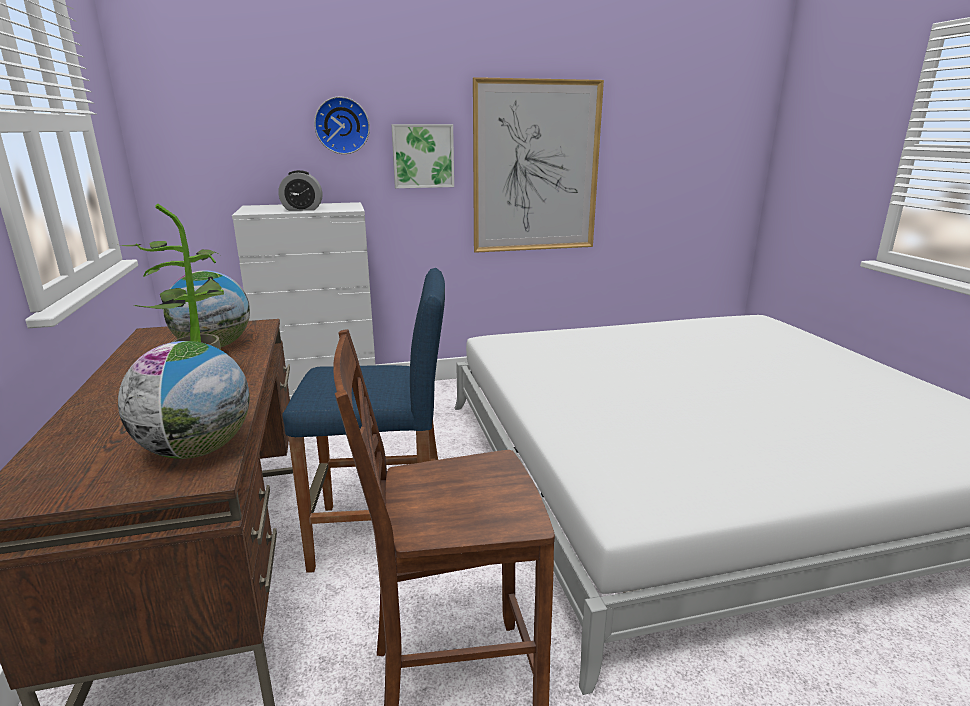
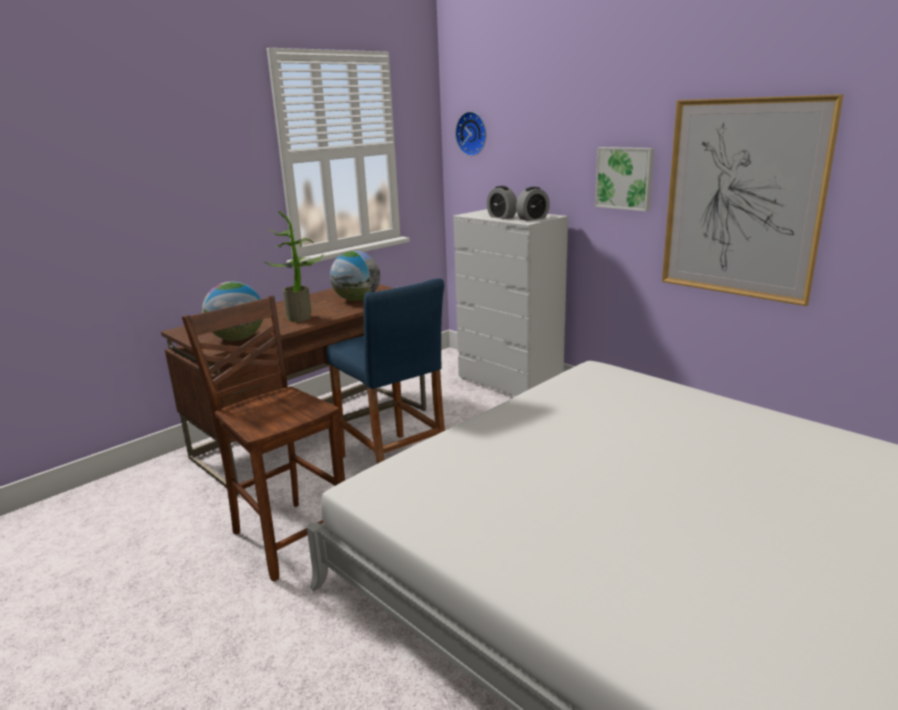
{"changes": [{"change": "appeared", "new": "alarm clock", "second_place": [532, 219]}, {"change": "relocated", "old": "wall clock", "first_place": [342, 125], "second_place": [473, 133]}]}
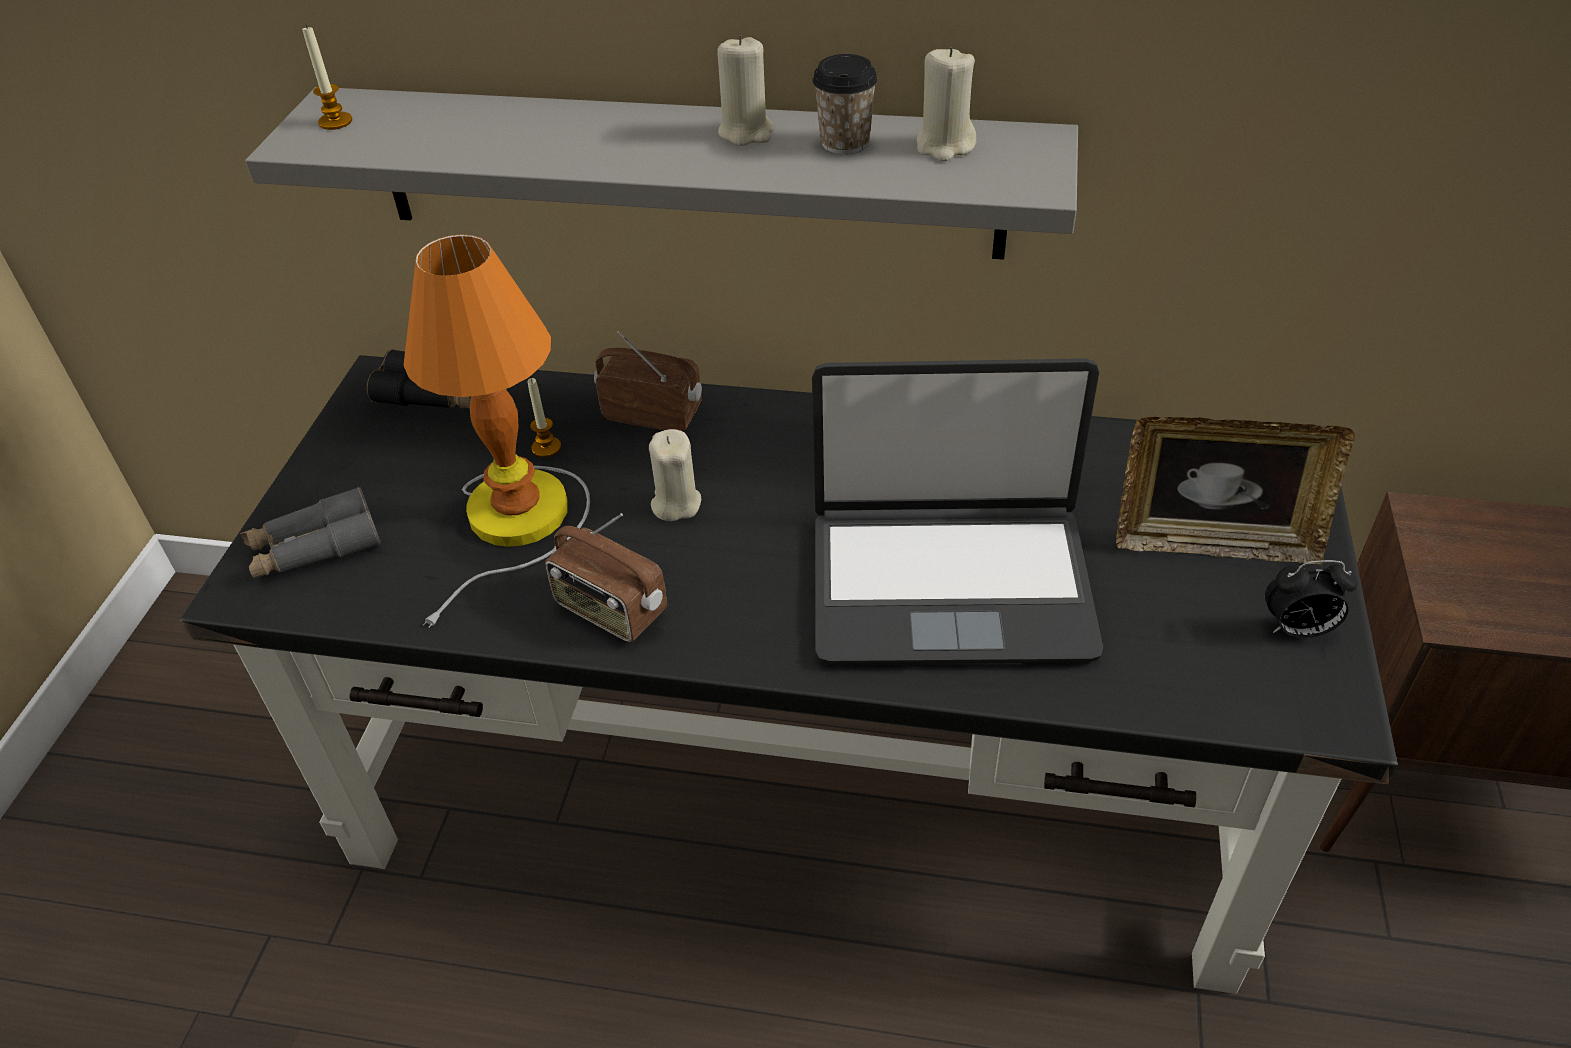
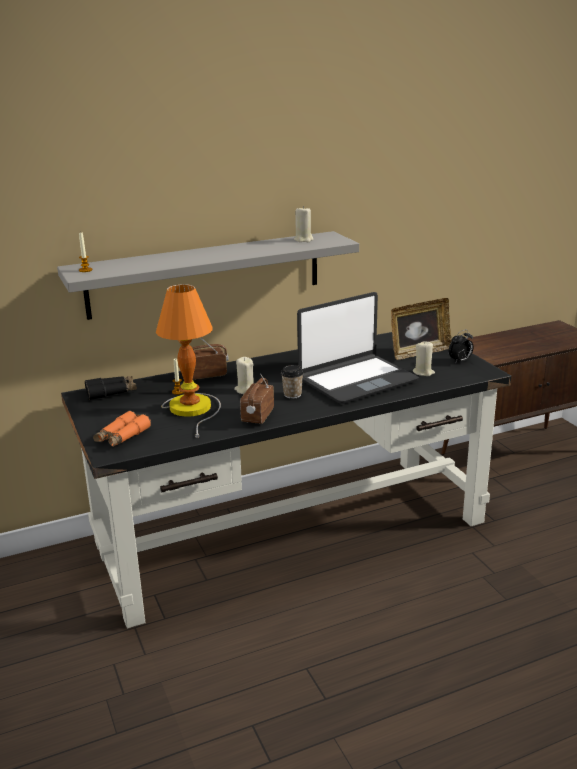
{"changes": [{"change": "relocated", "old": "beige candle", "first_place": [746, 132], "second_place": [423, 372]}, {"change": "relocated", "old": "cup", "first_place": [845, 143], "second_place": [292, 395]}, {"change": "colour", "old": "grey binoculars", "new": "orange binoculars", "first_place": [315, 548], "second_place": [122, 436]}, {"change": "spun", "old": "radio", "first_place": [610, 610], "second_place": [257, 416], "degrees": 105}]}
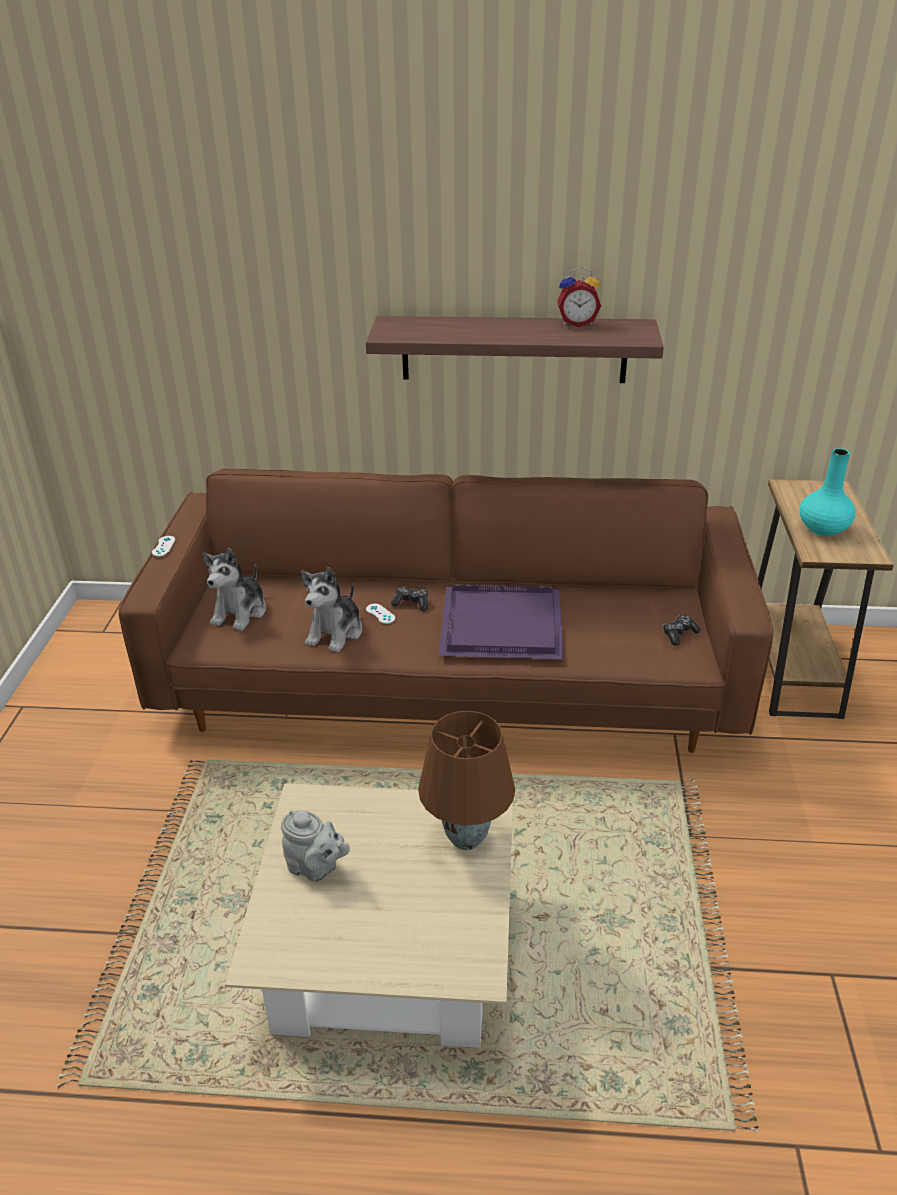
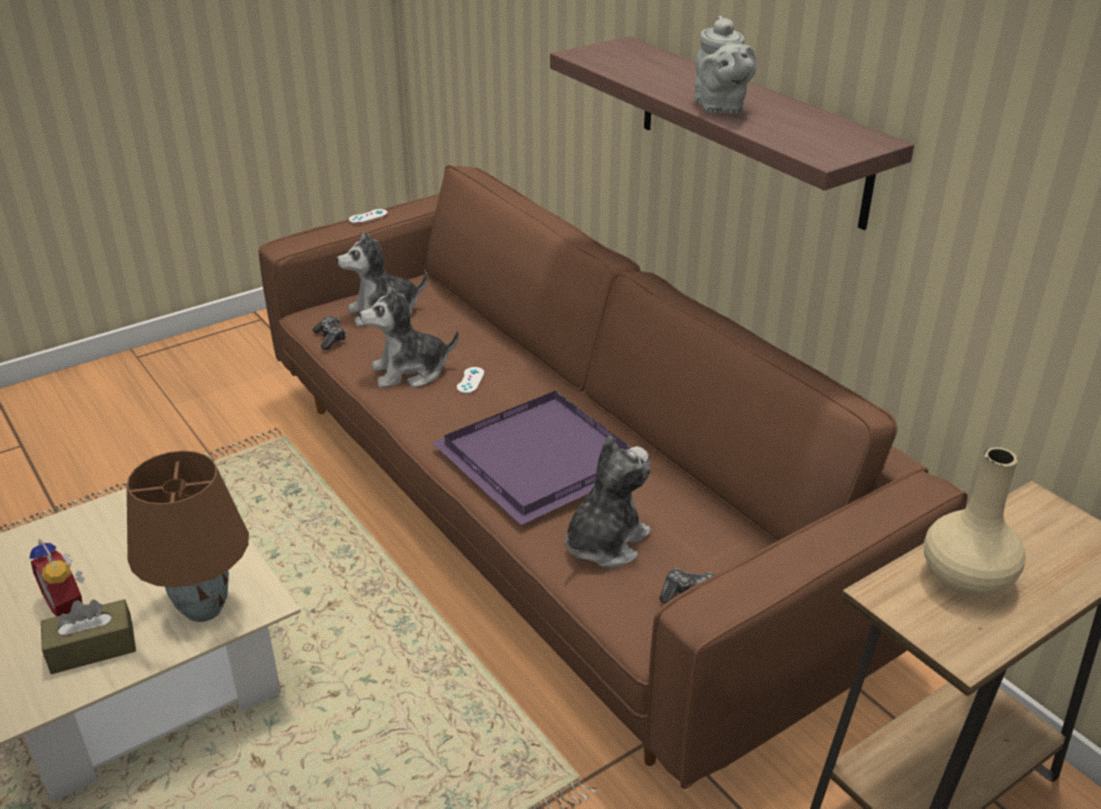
{"changes": [{"change": "appeared", "new": "brown tissue box", "second_place": [92, 648]}, {"change": "appeared", "new": "plush toy", "second_place": [604, 543]}, {"change": "relocated", "old": "grey teapot", "first_place": [316, 868], "second_place": [720, 107]}, {"change": "relocated", "old": "game controller", "first_place": [411, 603], "second_place": [330, 338]}, {"change": "relocated", "old": "alarm clock", "first_place": [577, 323], "second_place": [69, 604]}, {"change": "colour", "old": "turquoise vase", "new": "beige vase", "first_place": [823, 528], "second_place": [967, 578]}]}
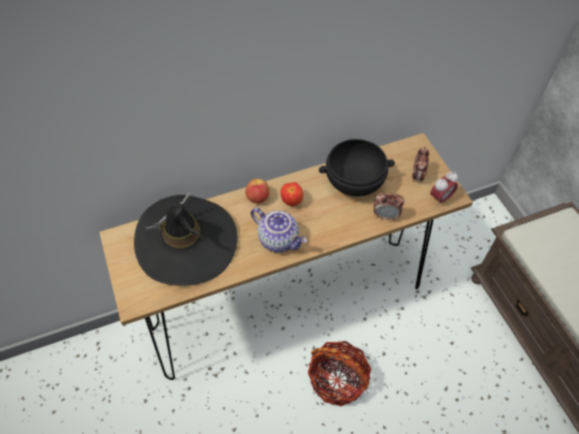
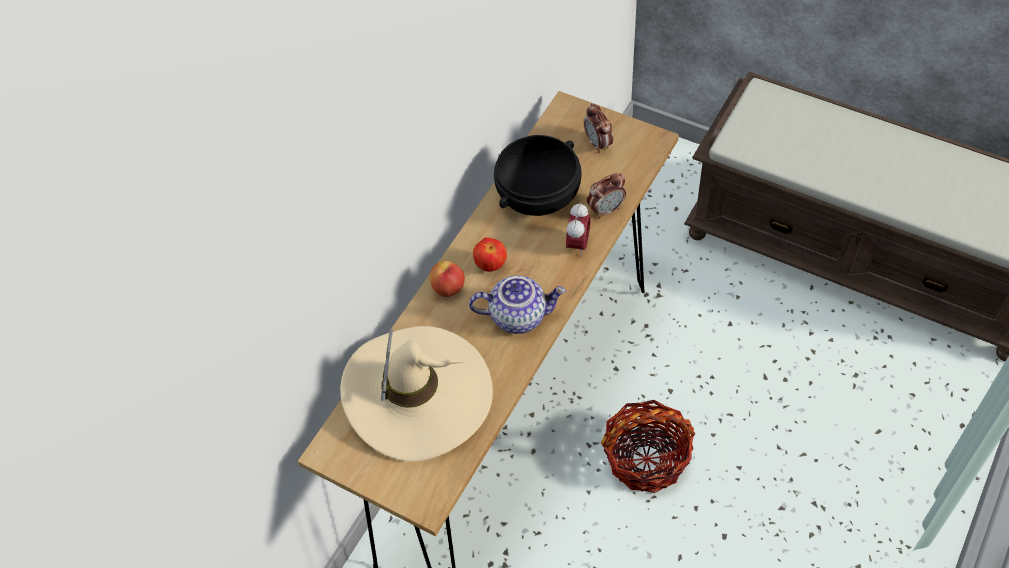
{"changes": [{"change": "relocated", "old": "alarm clock", "first_place": [440, 198], "second_place": [578, 244]}, {"change": "colour", "old": "black hat", "new": "beige hat", "first_place": [186, 242], "second_place": [418, 394]}]}
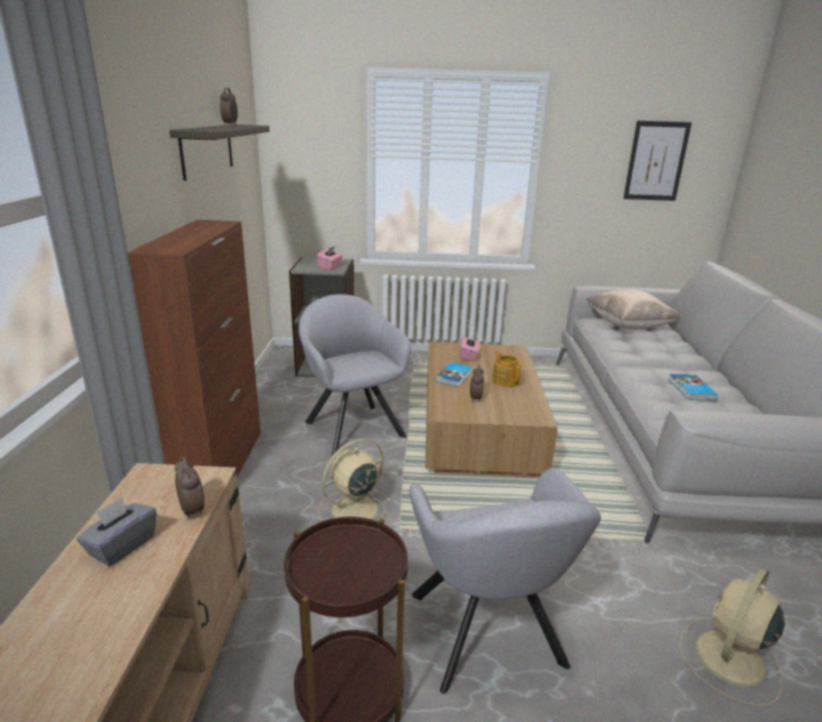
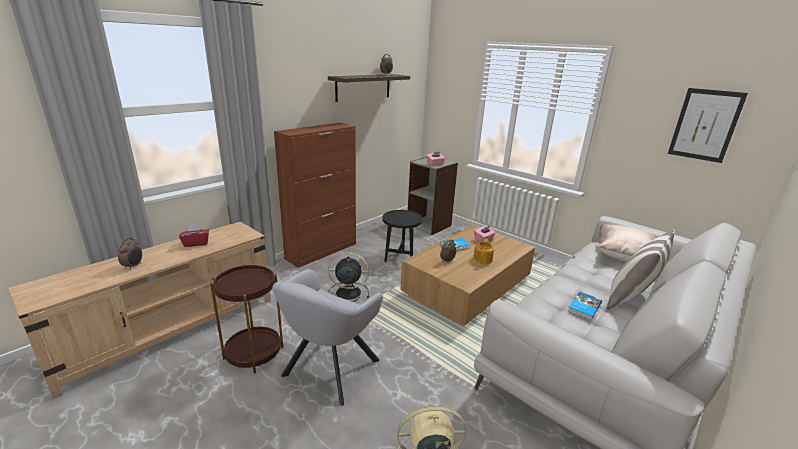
{"changes": [{"change": "appeared", "new": "pillow", "second_place": [630, 299]}, {"change": "relocated", "old": "alarm clock", "first_place": [193, 511], "second_place": [133, 266]}, {"change": "exchanged", "old": "grey armchair", "new": "black side table", "first_place": [352, 426], "second_place": [400, 258]}, {"change": "colour", "old": "grey tissue box", "new": "red tissue box", "first_place": [122, 546], "second_place": [196, 243]}, {"change": "colour", "old": "beige fan", "new": "black fan", "first_place": [352, 510], "second_place": [347, 293]}]}
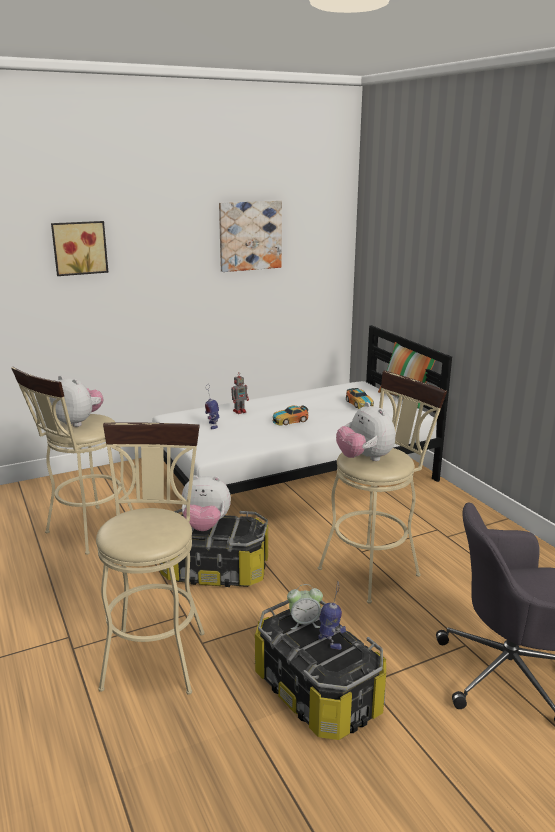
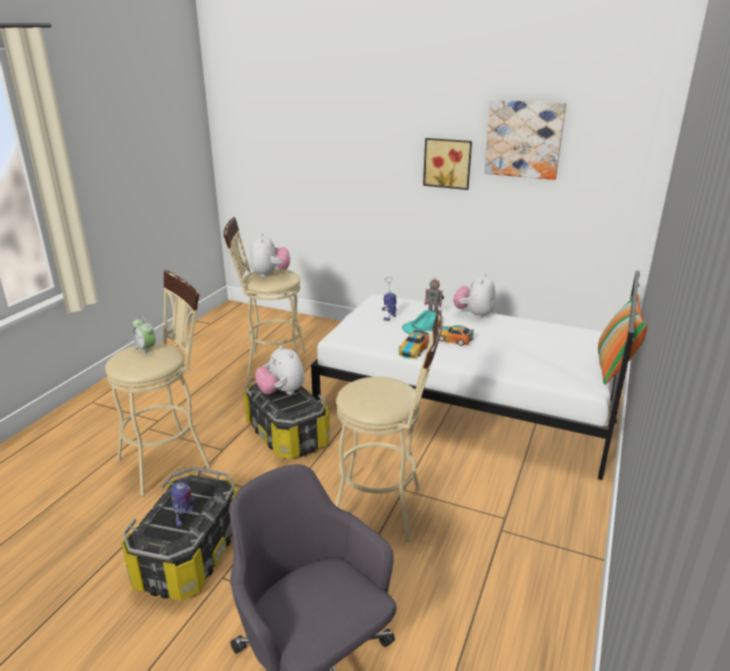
{"changes": [{"change": "appeared", "new": "turquoise cap", "second_place": [421, 328]}, {"change": "relocated", "old": "picture", "first_place": [79, 248], "second_place": [447, 163]}, {"change": "relocated", "old": "alarm clock", "first_place": [304, 623], "second_place": [146, 349]}, {"change": "relocated", "old": "plush toy", "first_place": [365, 458], "second_place": [474, 314]}, {"change": "relocated", "old": "toy car", "first_place": [359, 404], "second_place": [413, 350]}]}
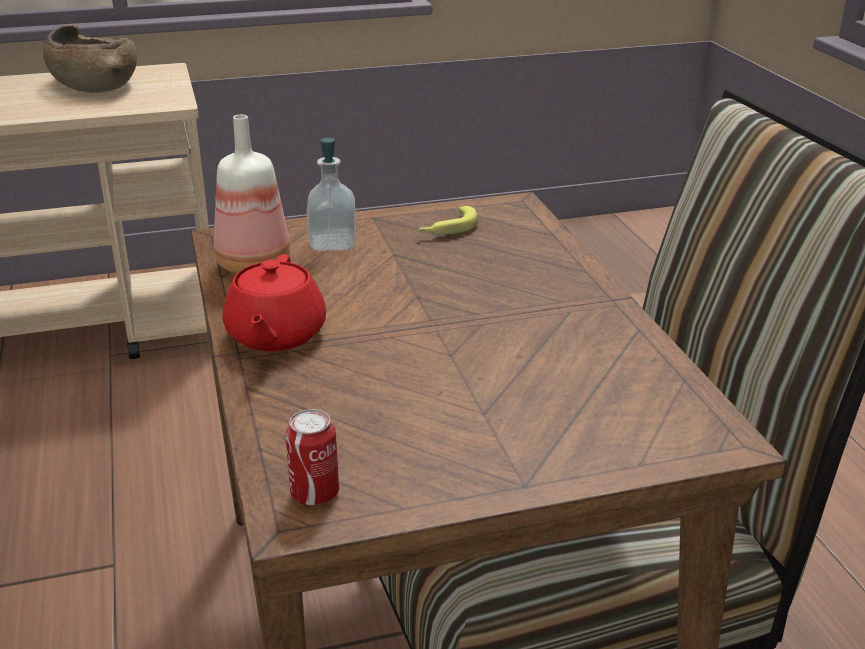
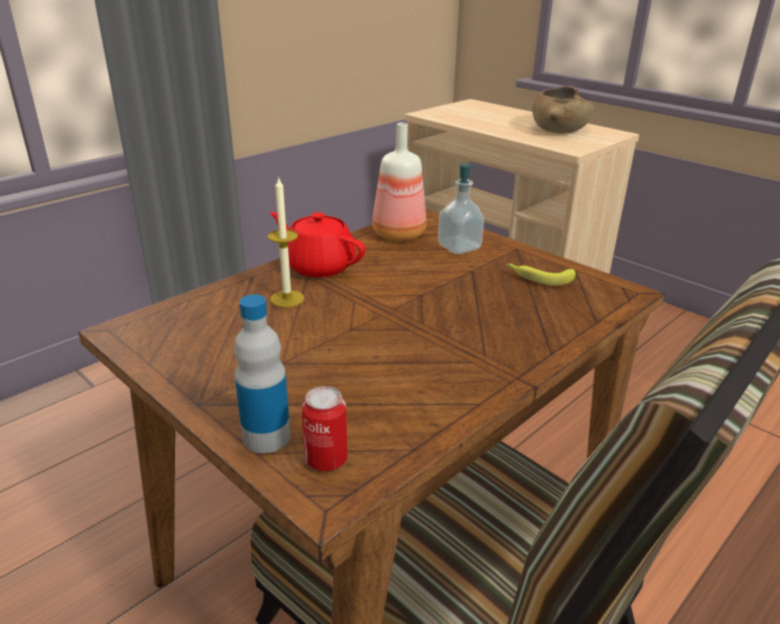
{"changes": [{"change": "appeared", "new": "bottle", "second_place": [266, 437]}, {"change": "appeared", "new": "candle", "second_place": [287, 299]}, {"change": "relocated", "old": "can", "first_place": [315, 493], "second_place": [326, 459]}, {"change": "spun", "old": "red teapot", "first_place": [275, 335], "second_place": [318, 266], "degrees": 60}]}
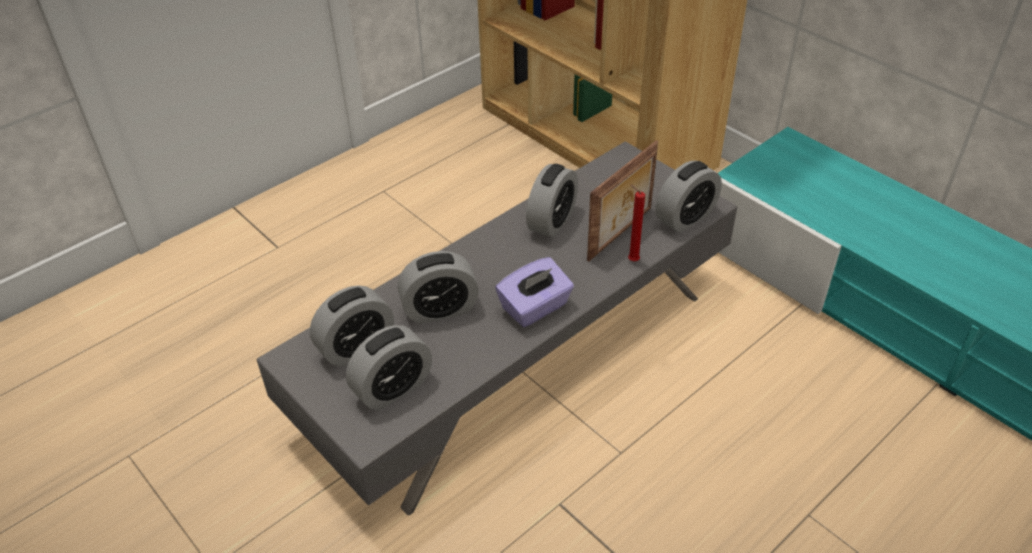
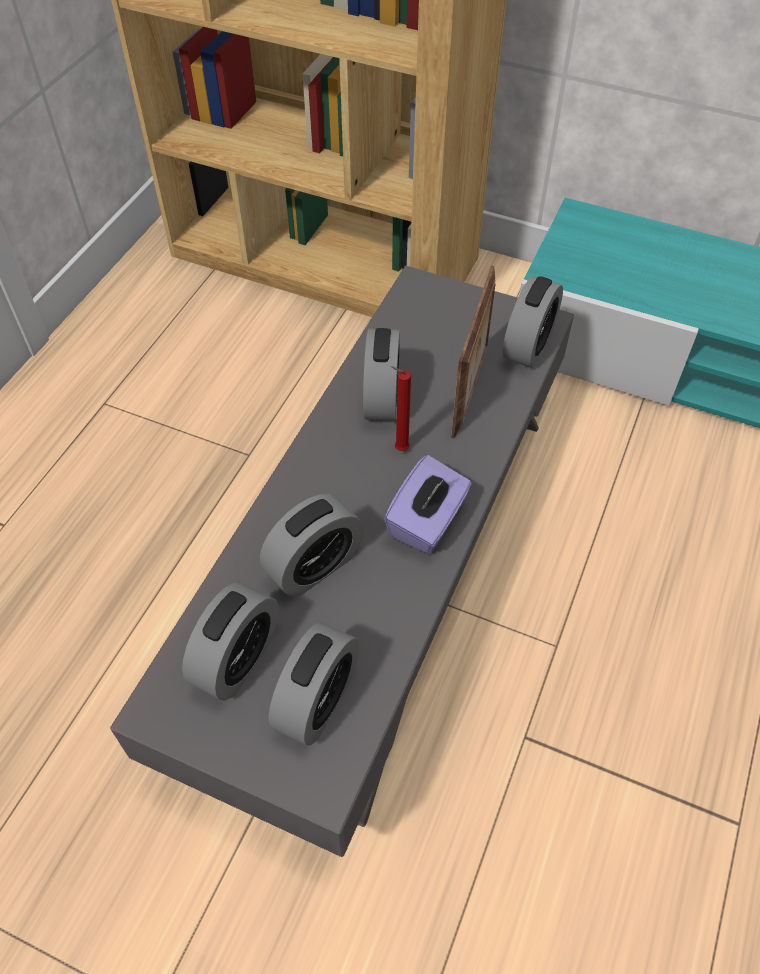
{"changes": [{"change": "relocated", "old": "red candle", "first_place": [631, 260], "second_place": [399, 449]}]}
